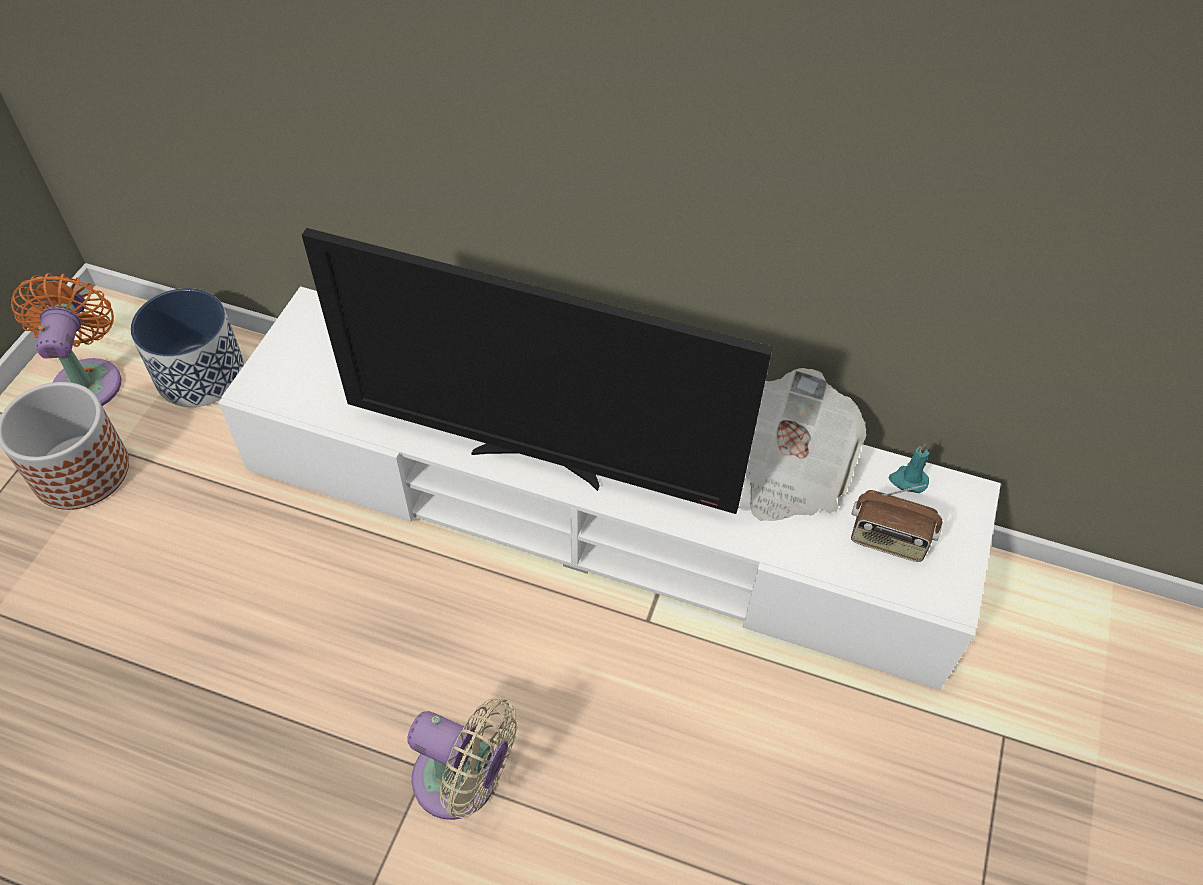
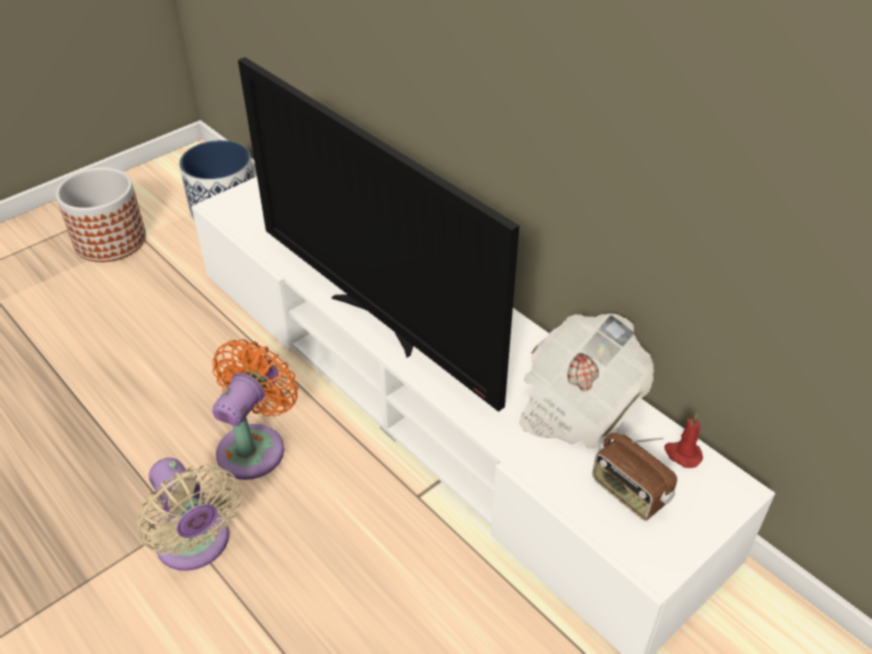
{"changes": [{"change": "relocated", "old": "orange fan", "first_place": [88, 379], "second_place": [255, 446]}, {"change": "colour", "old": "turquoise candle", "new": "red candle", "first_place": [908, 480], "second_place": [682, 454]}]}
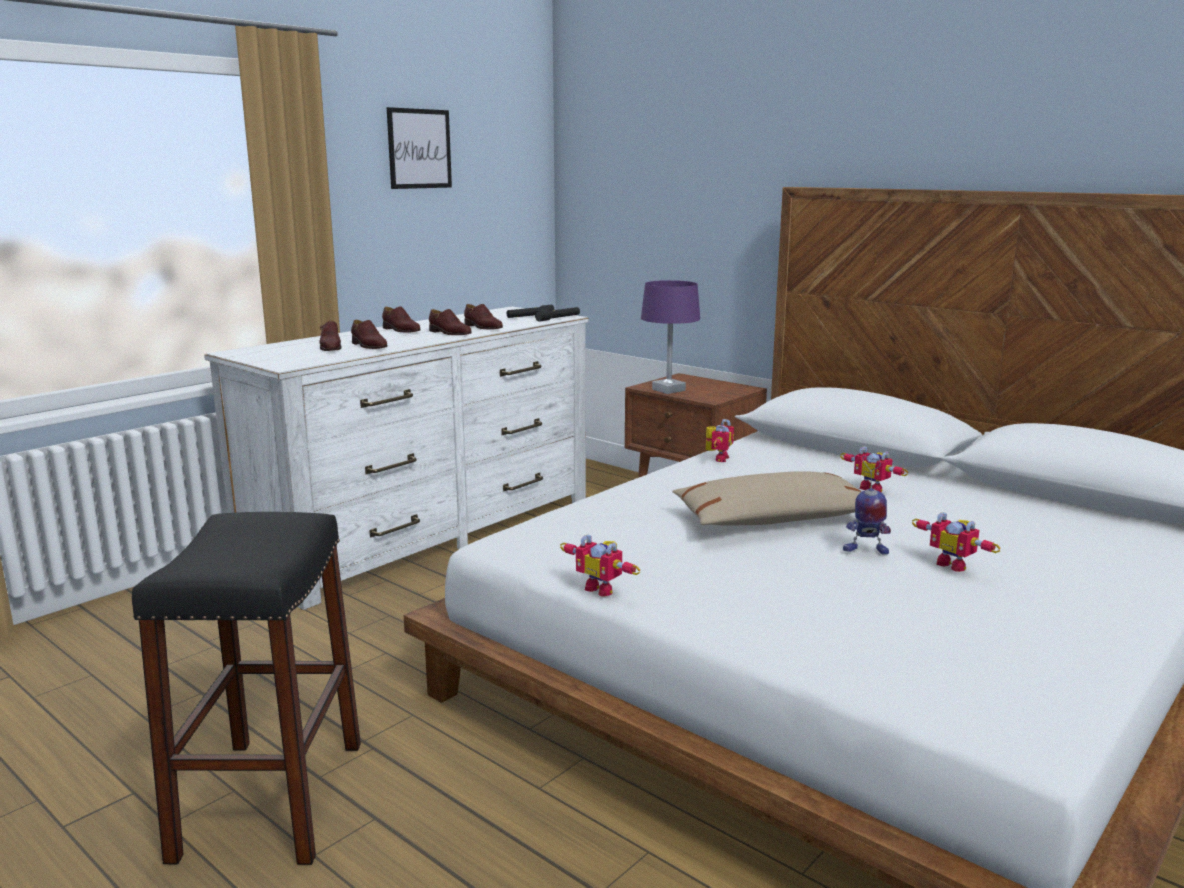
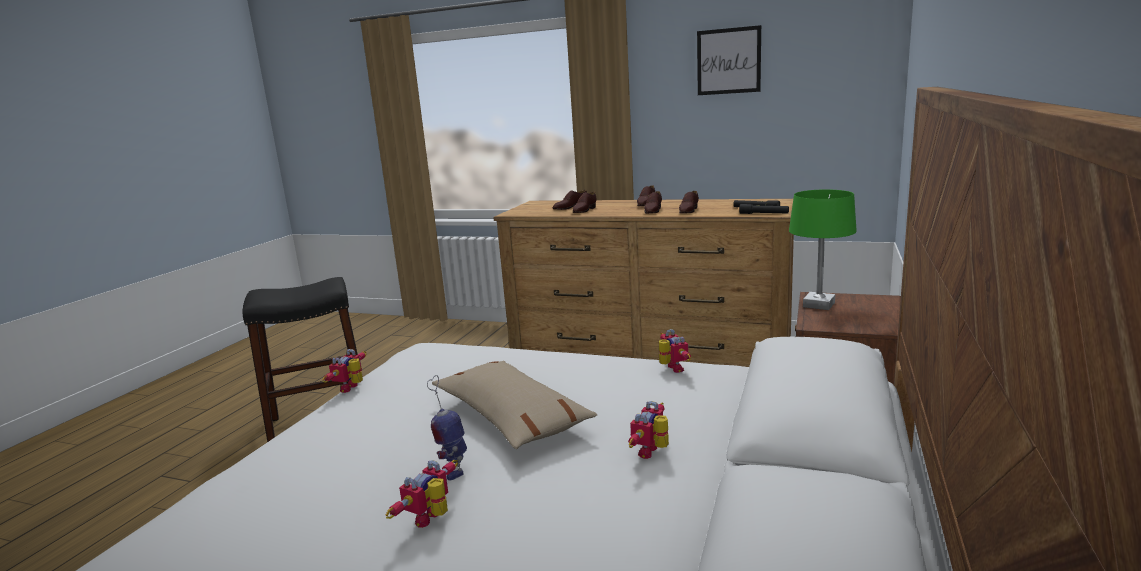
{"changes": [{"change": "colour", "old": "white dresser", "new": "brown dresser", "first_place": [427, 533], "second_place": [649, 357]}, {"change": "colour", "old": "purple table lamp", "new": "green table lamp", "first_place": [668, 390], "second_place": [818, 305]}, {"change": "spun", "old": "toy robot", "first_place": [717, 458], "second_place": [671, 369], "degrees": -105}]}
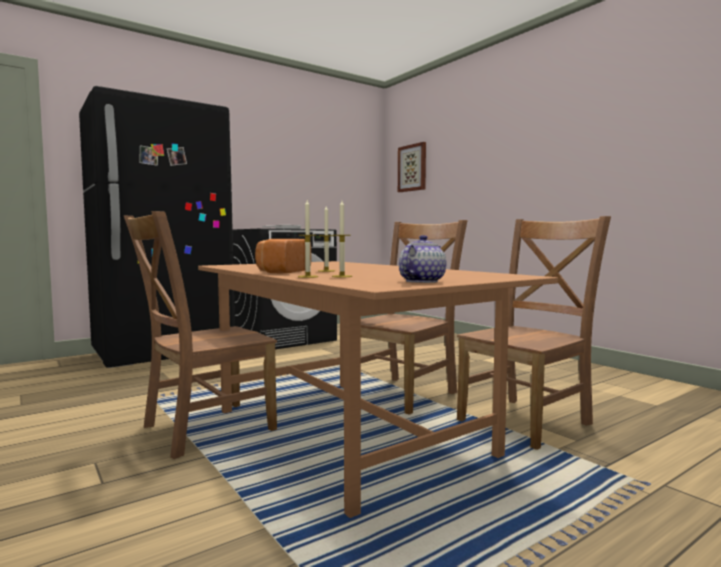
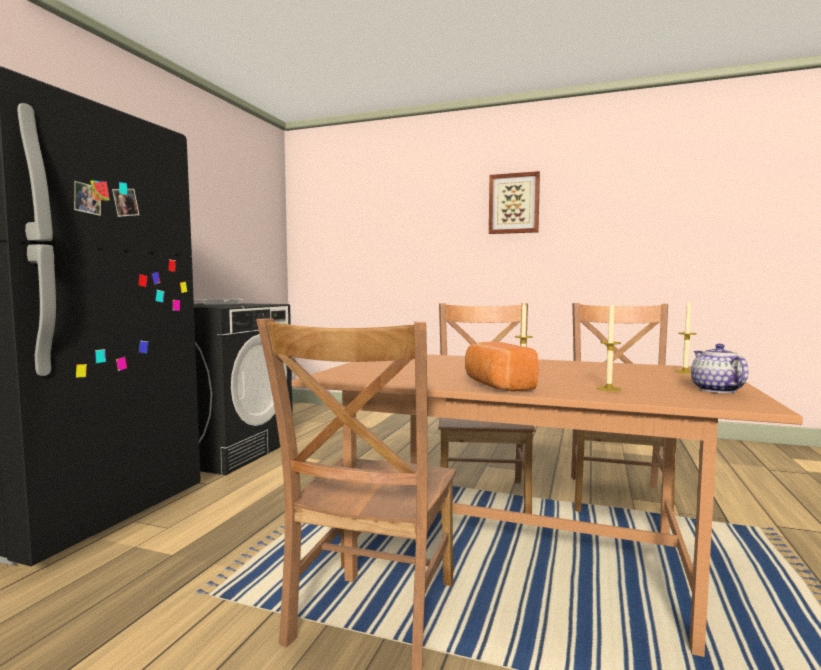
{"changes": [{"change": "relocated", "old": "candle", "first_place": [308, 276], "second_place": [685, 372]}, {"change": "relocated", "old": "picture", "first_place": [412, 168], "second_place": [514, 203]}]}
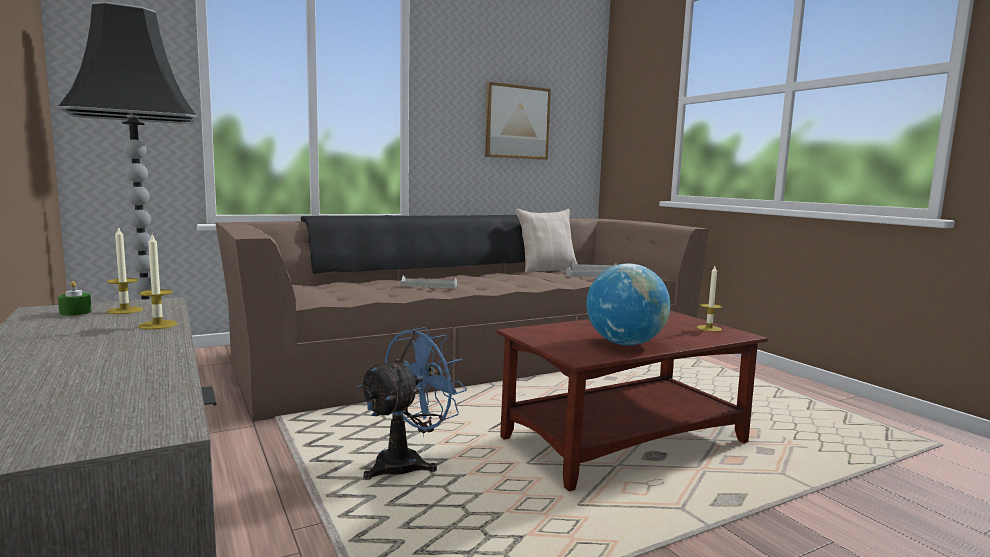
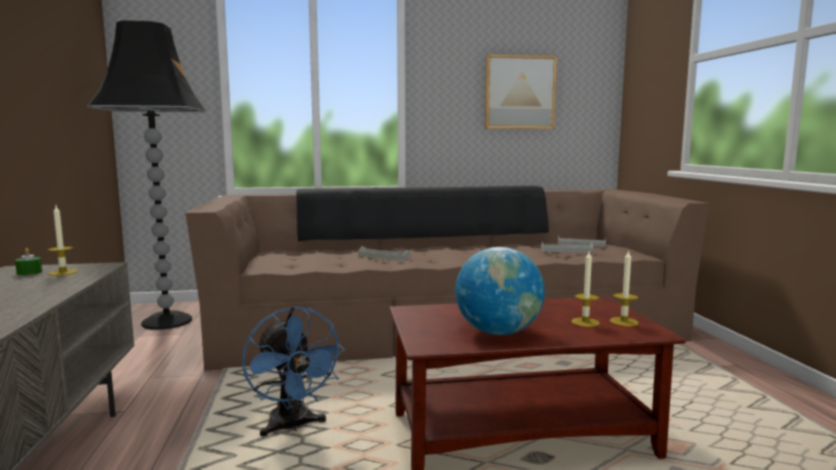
{"changes": [{"change": "missing", "old": "beige pillow", "first_place": [547, 269]}, {"change": "relocated", "old": "candle", "first_place": [158, 325], "second_place": [585, 322]}, {"change": "spun", "old": "blue fan", "first_place": [408, 462], "second_place": [292, 427], "degrees": 90}]}
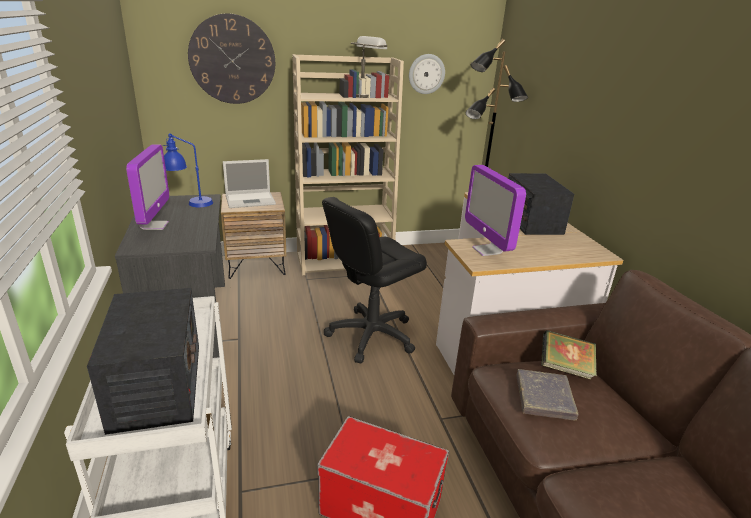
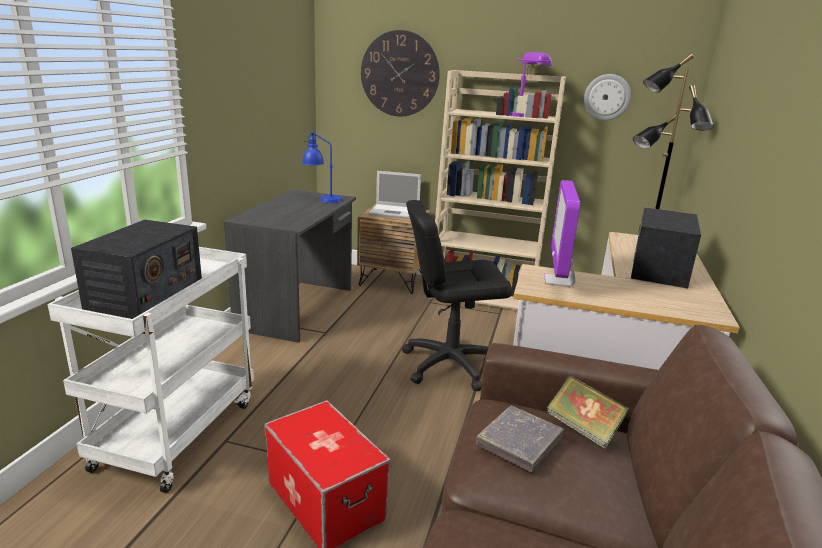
{"changes": [{"change": "missing", "old": "monitor", "first_place": [154, 226]}, {"change": "colour", "old": "grey table lamp", "new": "purple table lamp", "first_place": [365, 95], "second_place": [525, 115]}]}
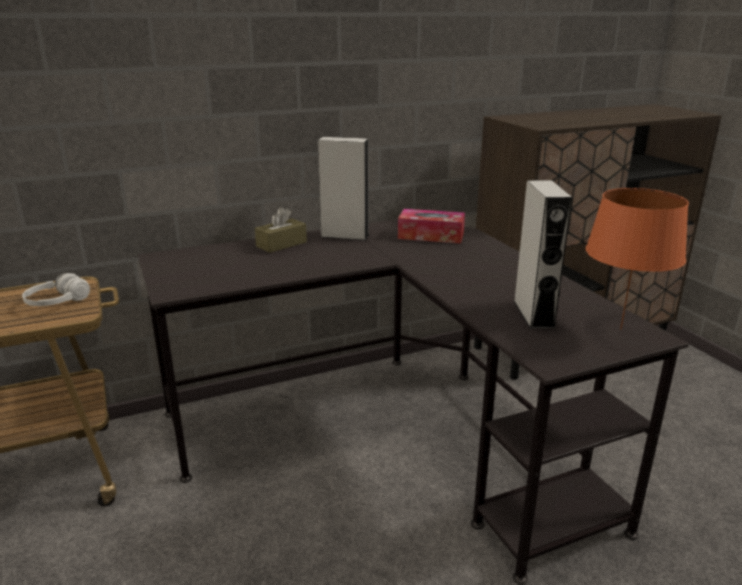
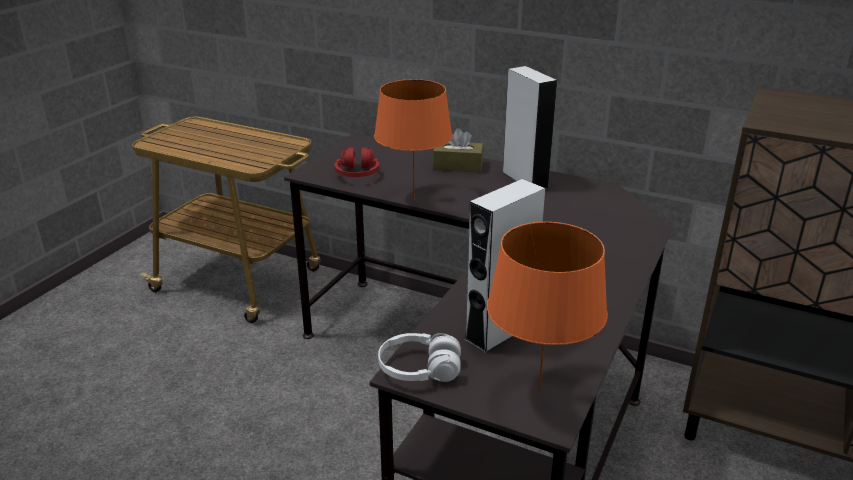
{"changes": [{"change": "missing", "old": "tissue box", "first_place": [431, 235]}, {"change": "appeared", "new": "red headphones", "second_place": [357, 174]}, {"change": "appeared", "new": "orange table lamp", "second_place": [413, 199]}, {"change": "relocated", "old": "white headphones", "first_place": [58, 302], "second_place": [419, 370]}]}
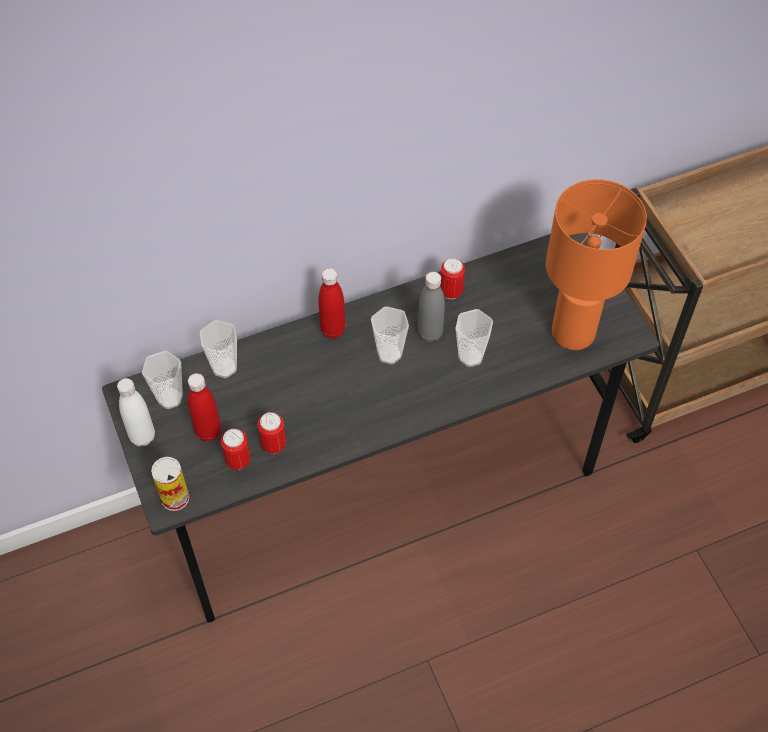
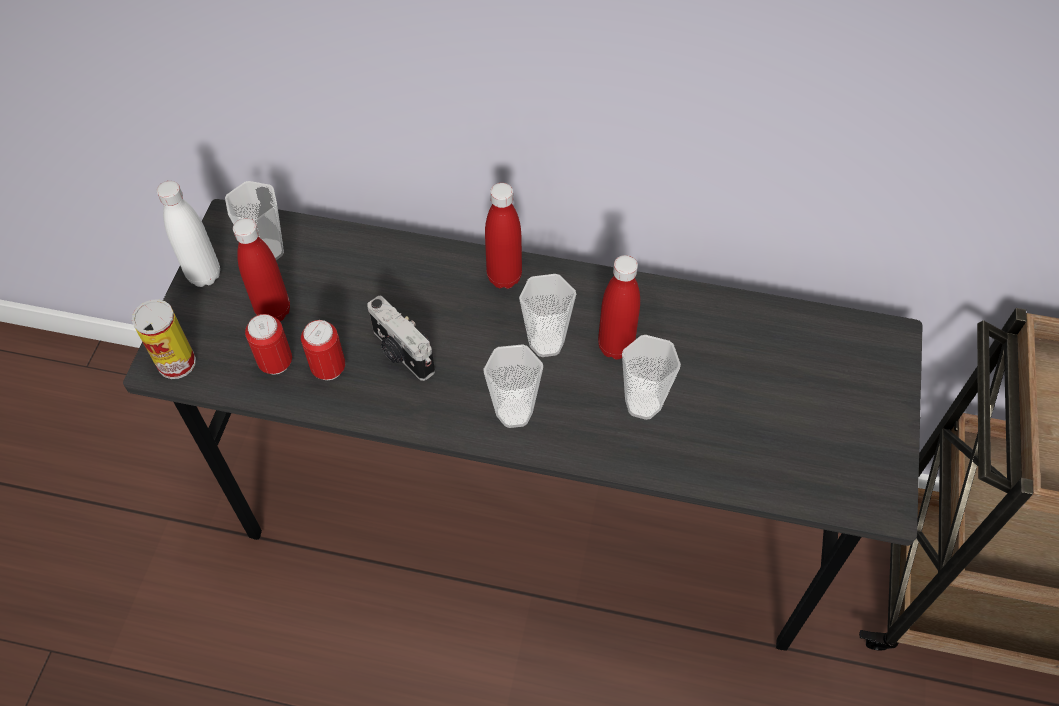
{"changes": [{"change": "missing", "old": "can", "first_place": [451, 292]}, {"change": "missing", "old": "orange table lamp", "first_place": [572, 332]}, {"change": "appeared", "new": "photo camera", "second_place": [401, 353]}, {"change": "relocated", "old": "cup", "first_place": [224, 367], "second_place": [514, 412]}, {"change": "colour", "old": "grey bottle", "new": "red bottle", "first_place": [430, 333], "second_place": [615, 346]}]}
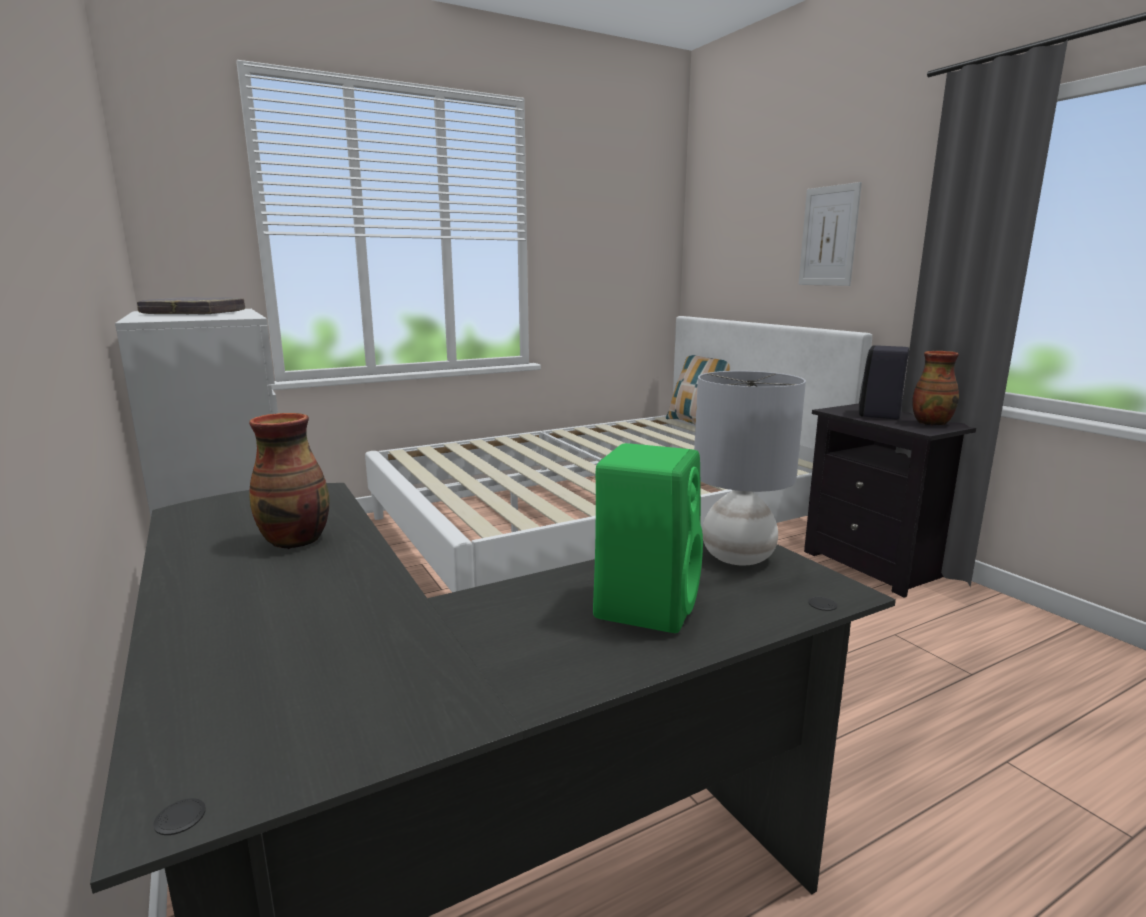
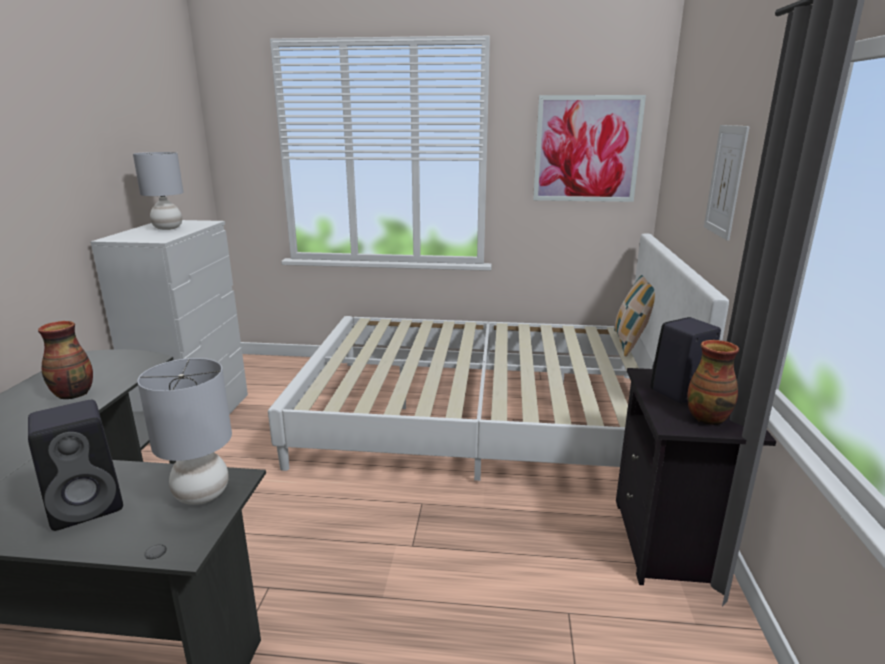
{"changes": [{"change": "appeared", "new": "picture", "second_place": [587, 149]}, {"change": "exchanged", "old": "grey book", "new": "grey table lamp", "first_place": [194, 313], "second_place": [168, 228]}, {"change": "colour", "old": "green speaker", "new": "black speaker", "first_place": [646, 604], "second_place": [89, 505]}]}
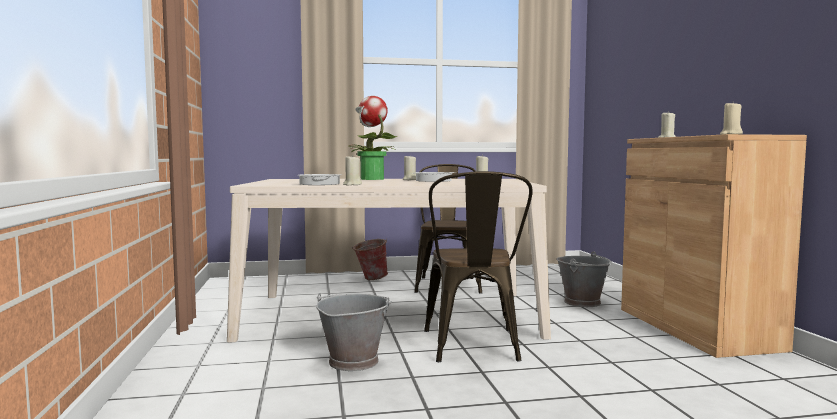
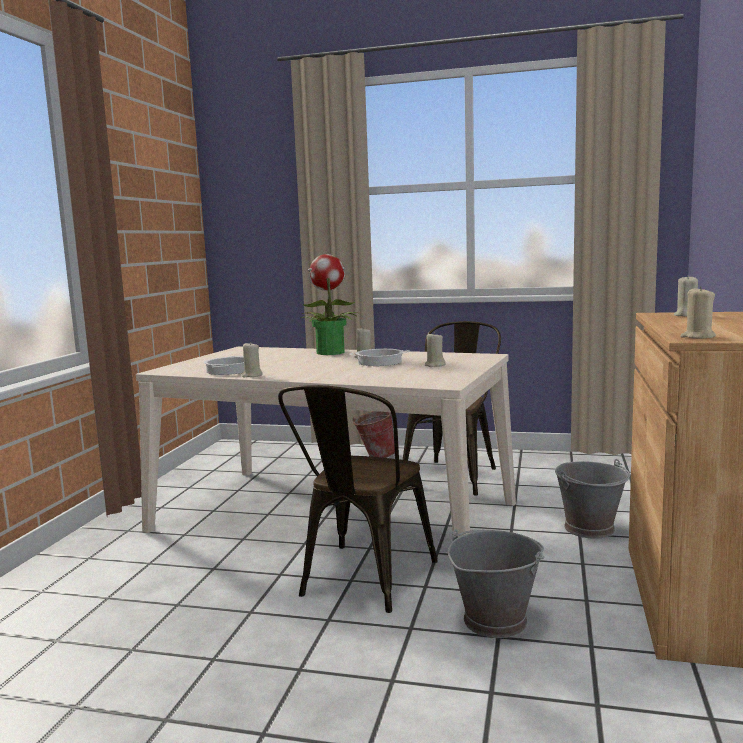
{"changes": [{"change": "relocated", "old": "grey bucket", "first_place": [353, 361], "second_place": [494, 620]}]}
